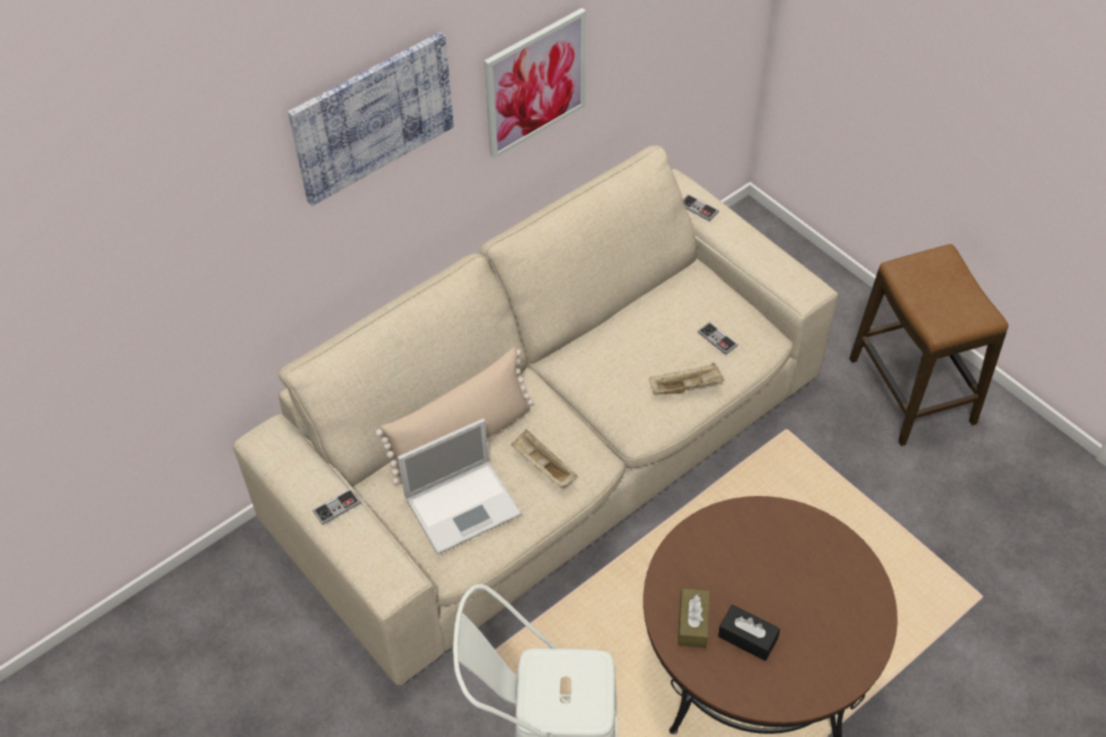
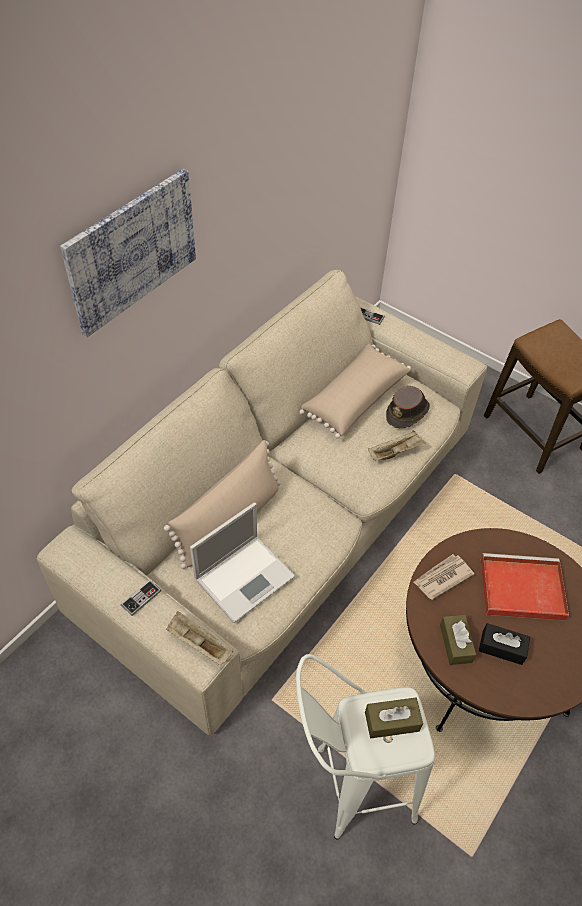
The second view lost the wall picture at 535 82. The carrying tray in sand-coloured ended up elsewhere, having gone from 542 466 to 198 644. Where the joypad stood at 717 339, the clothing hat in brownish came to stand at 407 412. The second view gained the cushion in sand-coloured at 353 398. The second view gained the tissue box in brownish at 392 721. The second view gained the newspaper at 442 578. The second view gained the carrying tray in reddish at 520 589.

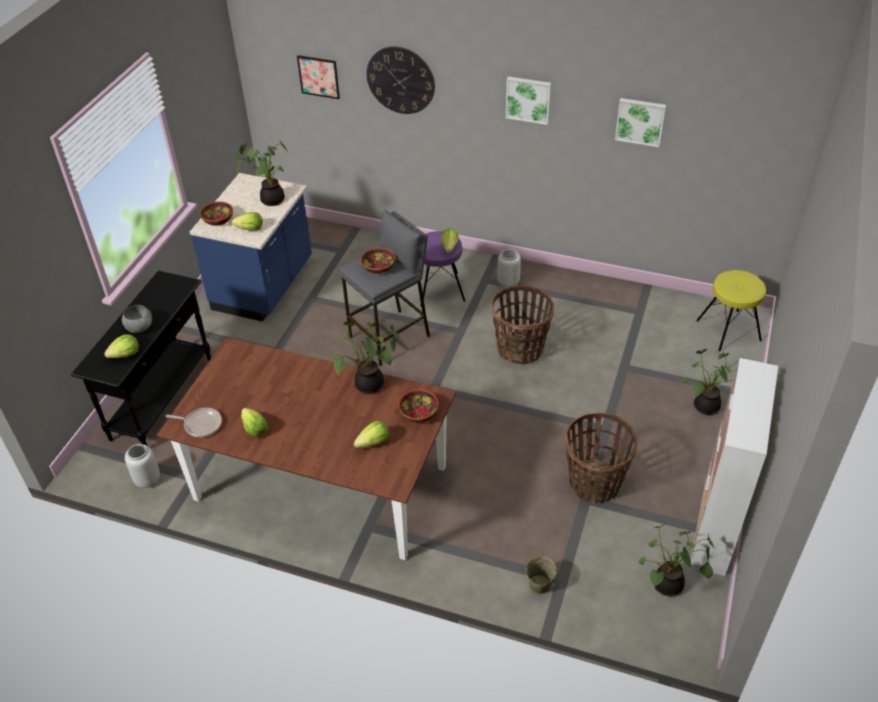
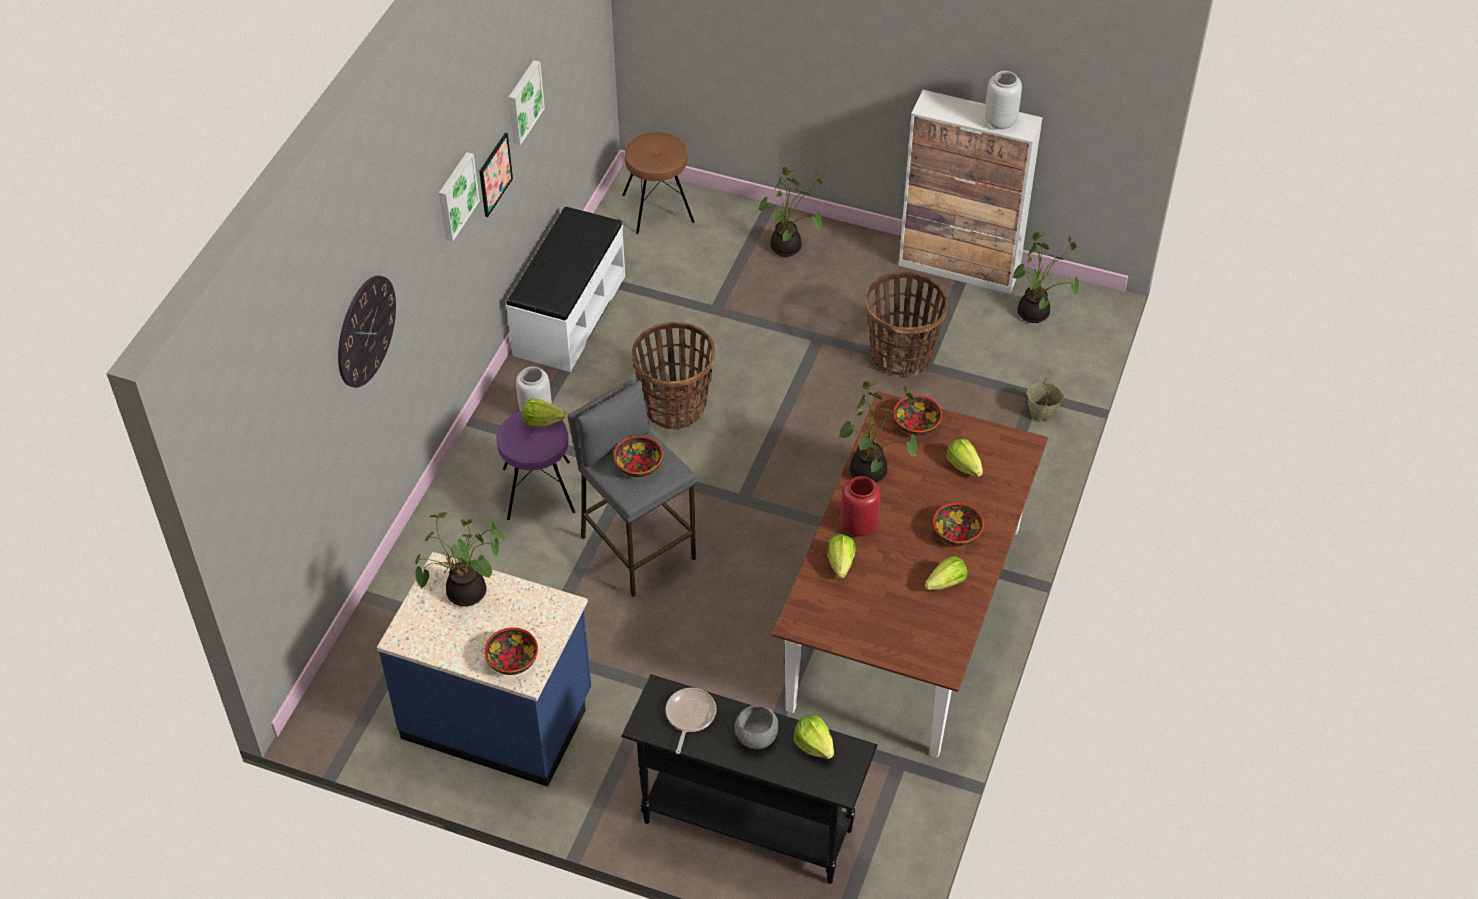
The decorative vase in grey ended up elsewhere, having gone from 147 479 to 999 122. The pan ended up elsewhere, having gone from 201 424 to 689 716. The lettuce head ended up elsewhere, having gone from 250 229 to 841 563. The wall picture ended up elsewhere, having gone from 318 77 to 495 174. What was the stool seat in yellow at 728 330 turned into the stool seat in brownish at 658 208. The second view gained the indoor bench in white at 568 315. The second view gained the decorative vase in reddish at 858 526. The second view gained the bowl at 956 534.

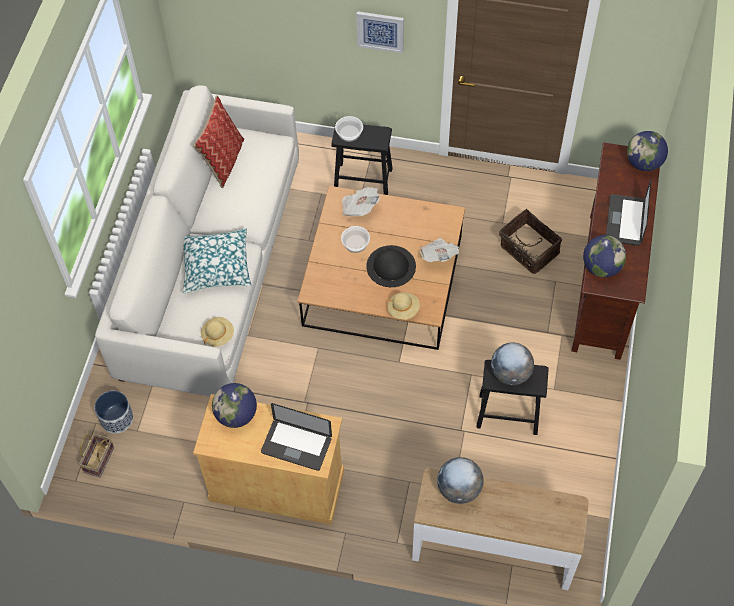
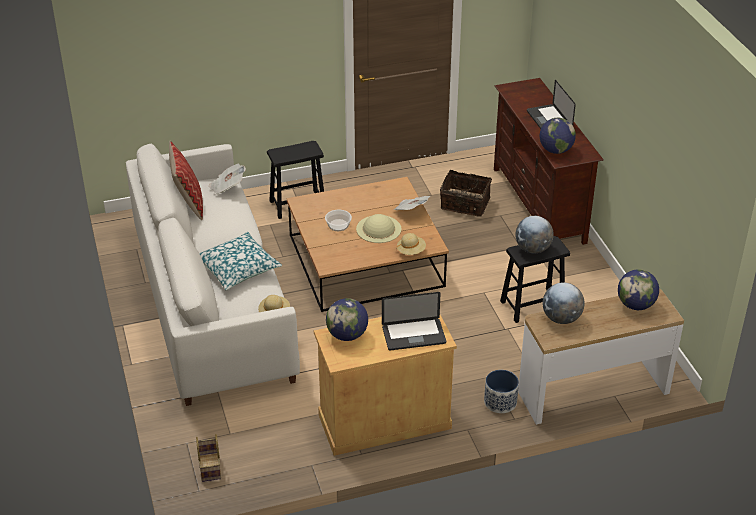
The flower pot ended up elsewhere, having gone from 116 418 to 500 402. The second view lost the bowl at 349 133. The newspaper ended up elsewhere, having gone from 359 208 to 227 187. The second view lost the wall picture at 380 31. What was the clothing hat in black-coloured at 391 266 turned into the clothing hat in sand-coloured at 378 229. The world globe ended up elsewhere, having gone from 643 163 to 635 305.

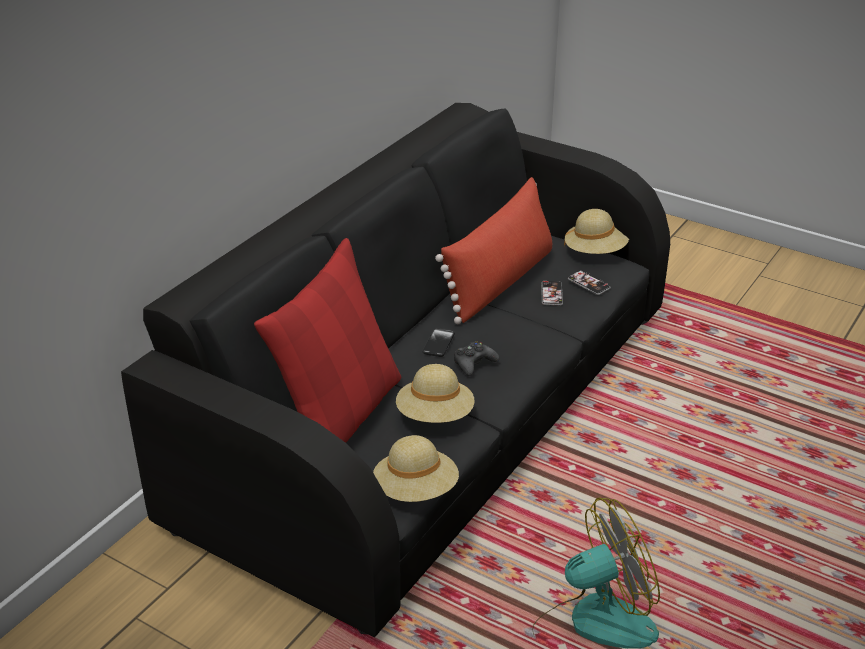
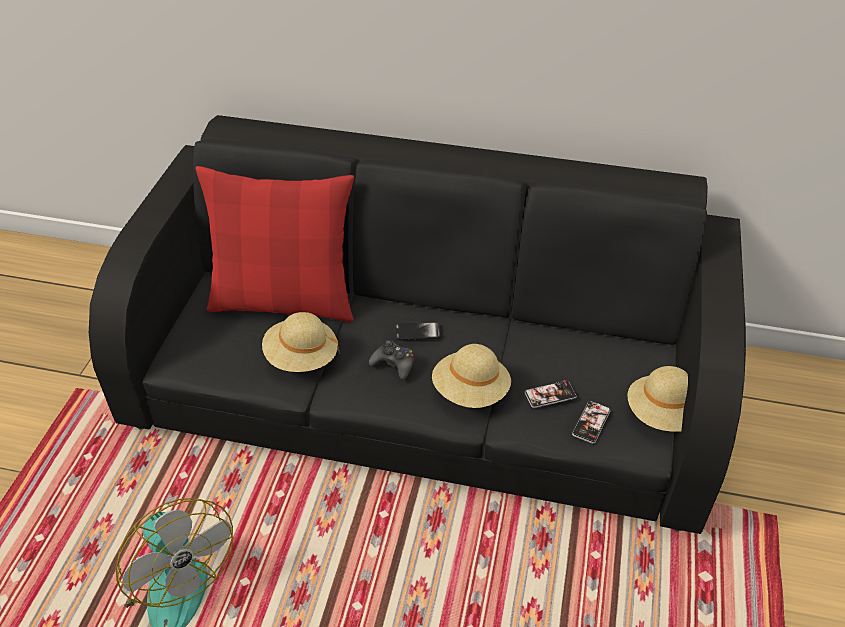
The clothing hat in sand-coloured ended up elsewhere, having gone from 416 490 to 470 391. The second view lost the cushion in reddish at 500 282.

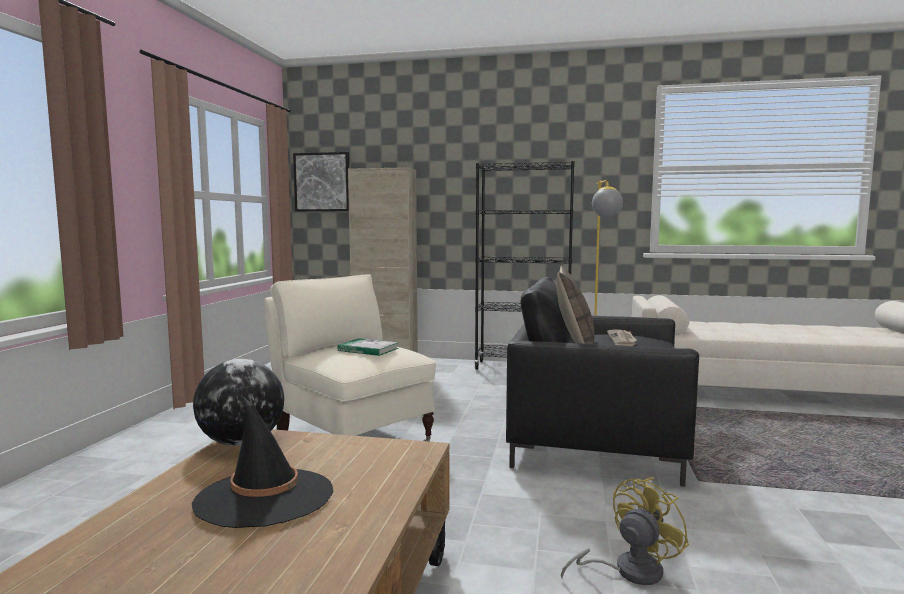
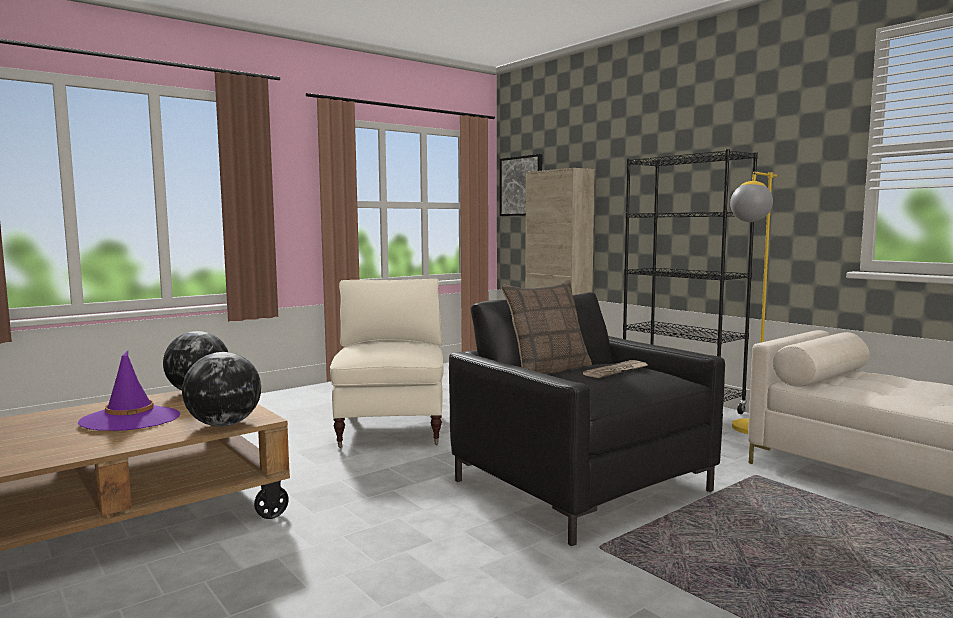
What was the clothing hat in black-coloured at 265 497 turned into the clothing hat in purple at 130 419. The second view lost the book at 368 349. The second view lost the fan in yellow at 628 571. The second view gained the world globe at 224 424.

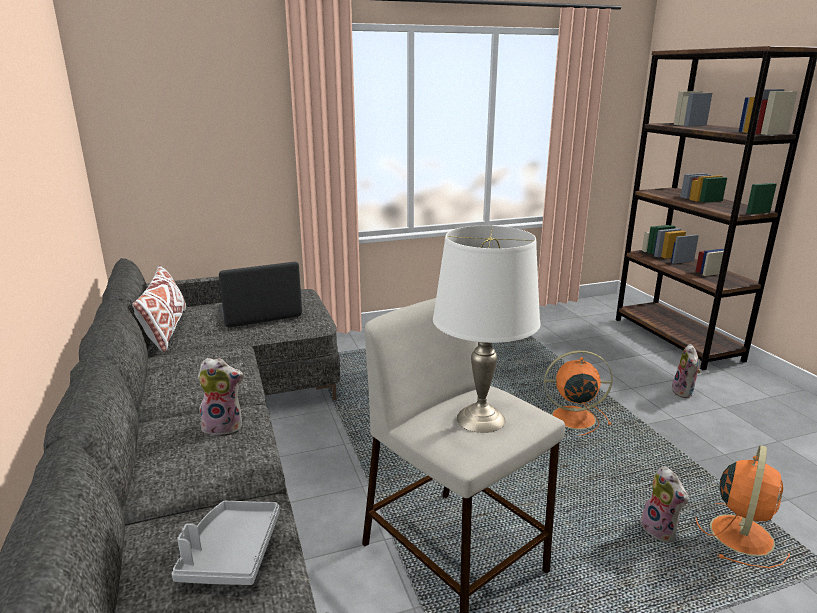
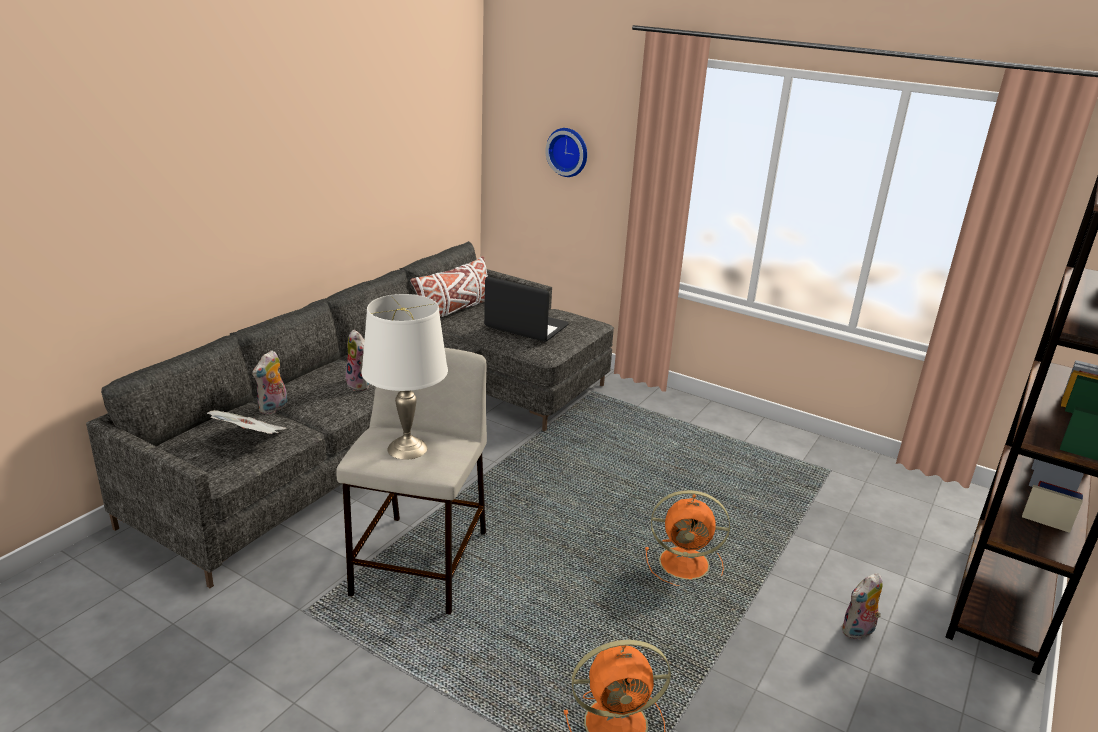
Where the carrying tray in grey stood at 231 553, the newspaper came to stand at 250 438. The fan in orange at 571 418 ended up facing another way, 135 degrees clockwise from before. The plush toy ended up elsewhere, having gone from 660 531 to 274 408. The second view gained the clock on the wall at 568 151.

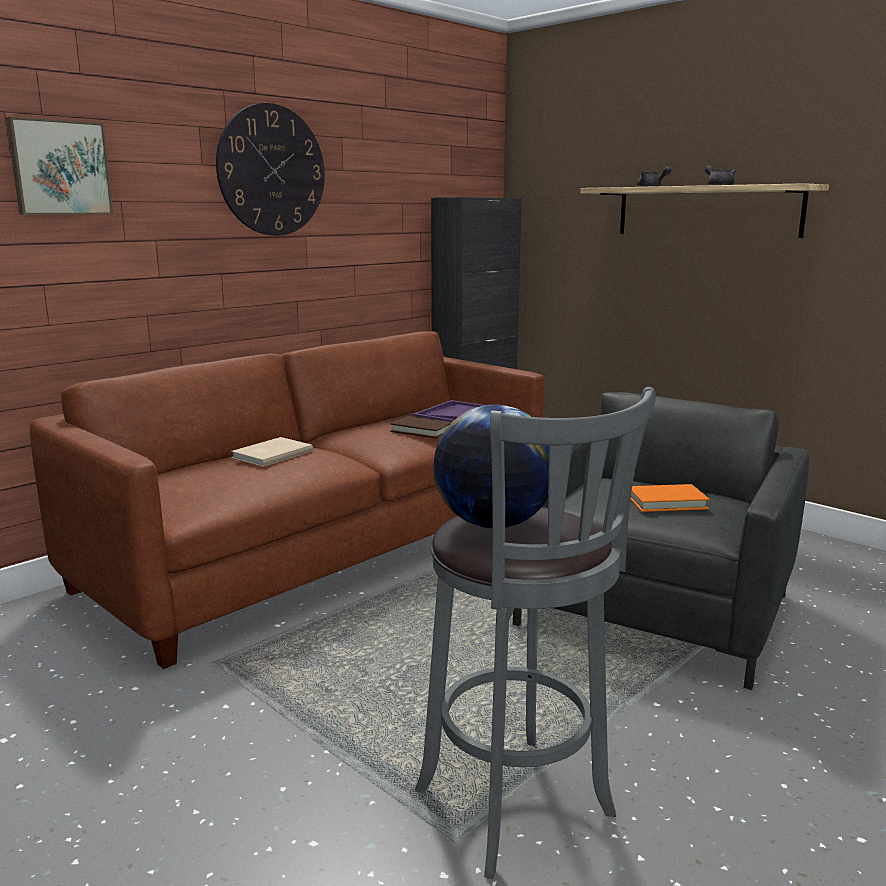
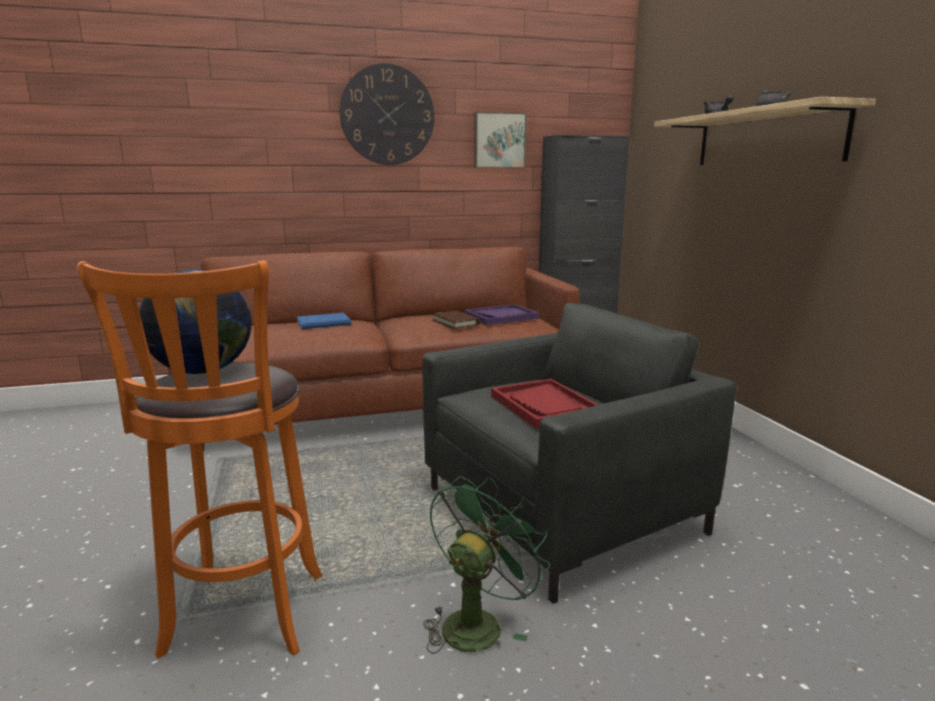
The wall picture ended up elsewhere, having gone from 60 168 to 499 140. What was the book in sand-coloured at 270 454 turned into the book in bluish at 322 322. What was the stool seat in grey at 520 809 turned into the stool seat in orange at 243 619. Where the book in orange stood at 666 502, the carrying tray in reddish came to stand at 544 405. The second view gained the fan in green at 477 622.

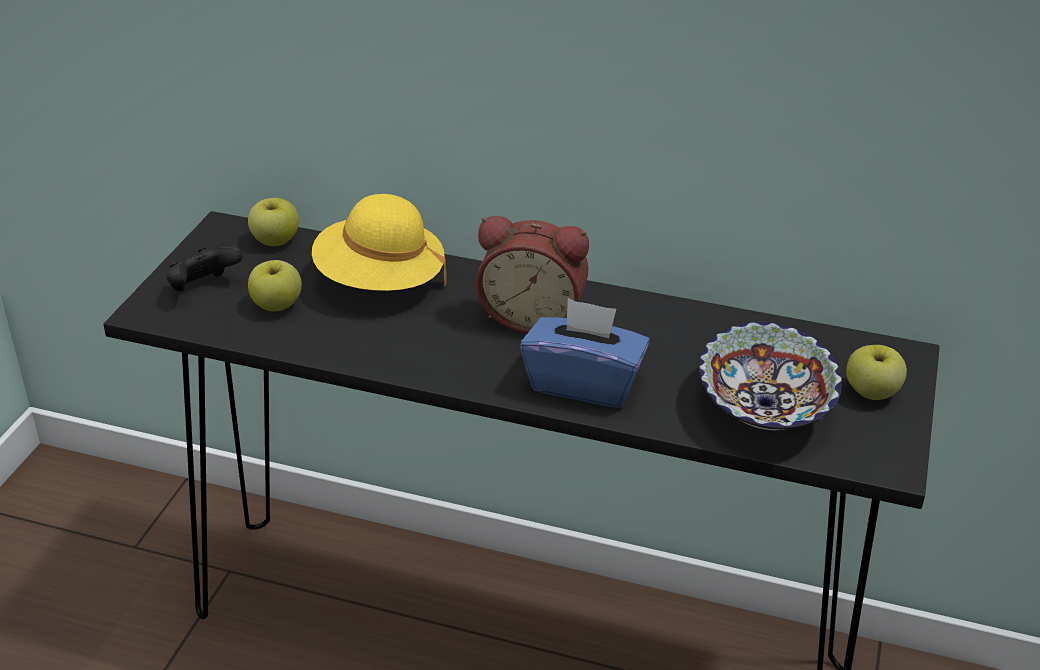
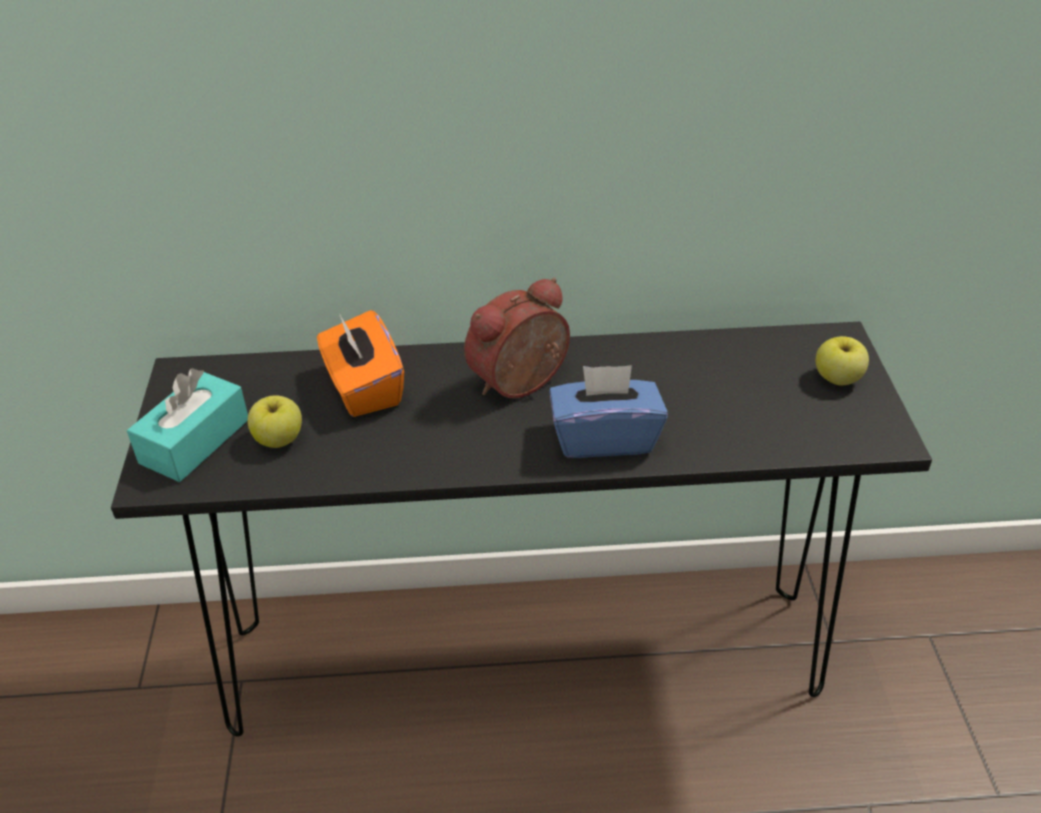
Where the joypad in black-coloured stood at 203 288, the tissue box in turquoise-coloured came to stand at 195 441. The second view lost the apple fruit at 275 241. Where the clothing hat in yellow stood at 379 281, the tissue box in orange came to stand at 363 388. The bedside clock at 533 316 ended up facing another way, 150 degrees clockwise from before. The second view lost the bowl at 766 409.

